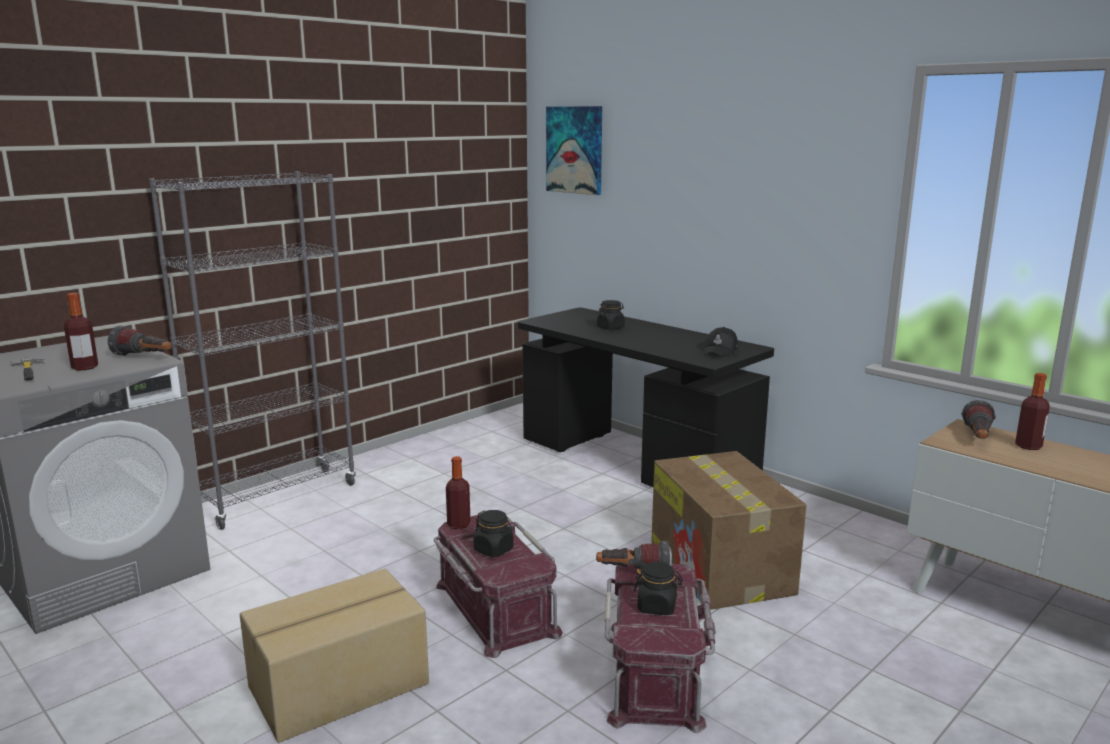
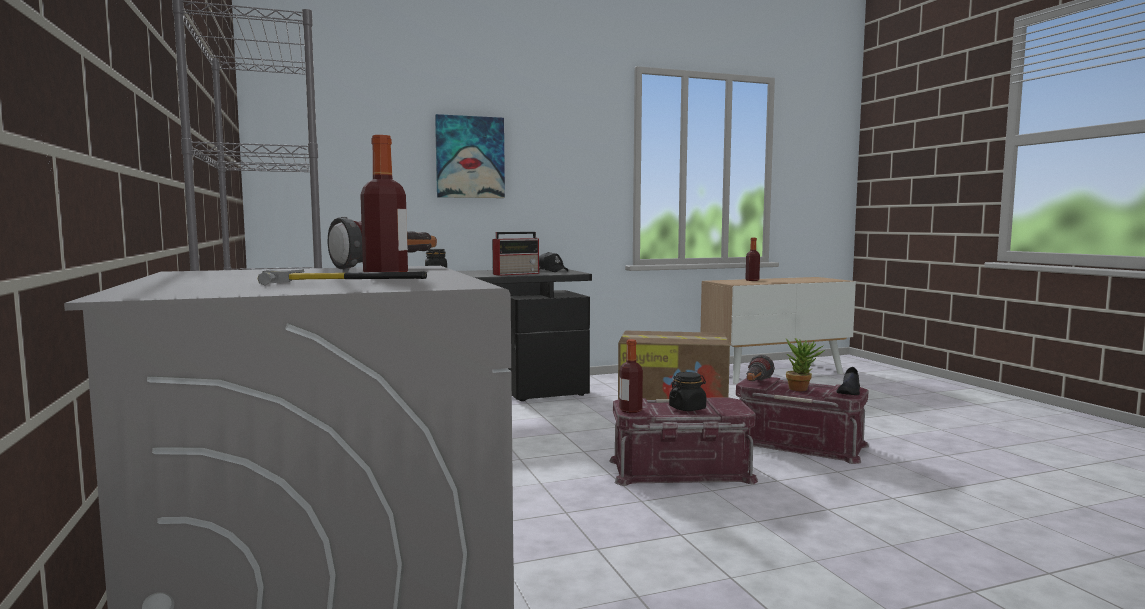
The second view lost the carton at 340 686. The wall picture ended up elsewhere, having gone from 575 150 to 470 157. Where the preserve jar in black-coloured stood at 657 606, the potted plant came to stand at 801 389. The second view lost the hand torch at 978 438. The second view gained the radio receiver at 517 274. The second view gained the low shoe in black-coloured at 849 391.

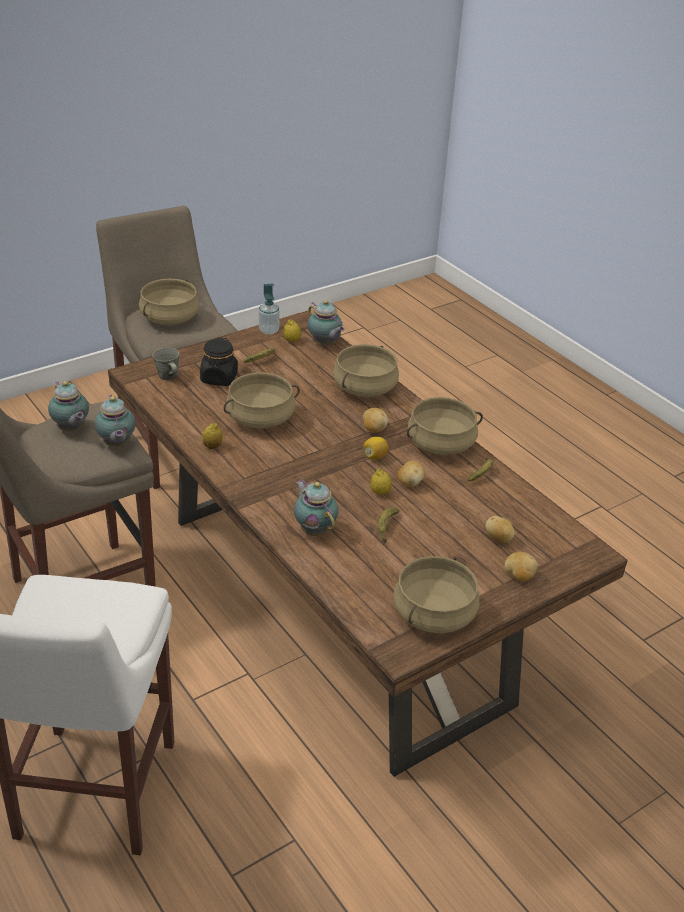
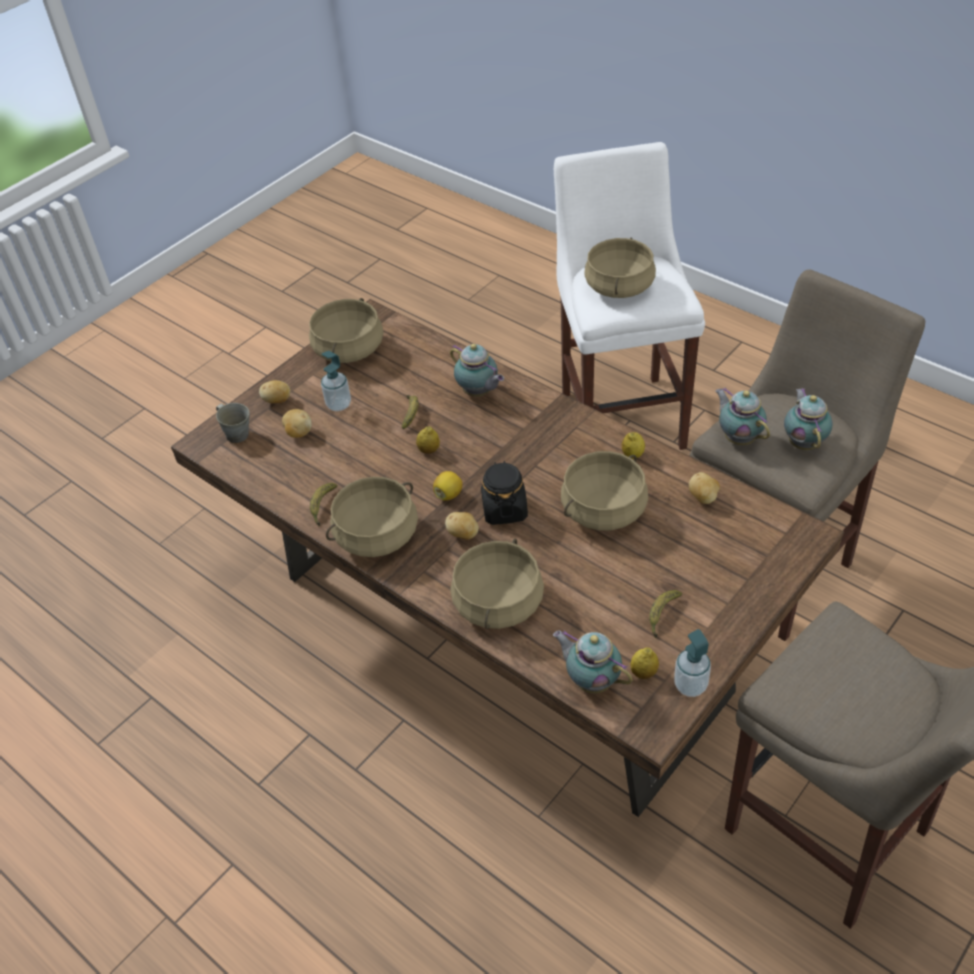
The teapot at 71 429 ended up facing another way, 45 degrees clockwise from before. The cooking pot in sand-coloured ended up elsewhere, having gone from 169 318 to 620 287. The tea mug in grey ended up elsewhere, having gone from 168 376 to 237 434. The preserve jar in black-coloured ended up elsewhere, having gone from 219 378 to 504 509. The spud ended up elsewhere, having gone from 410 483 to 703 497. The second view gained the liquid soap bottle at 339 404.

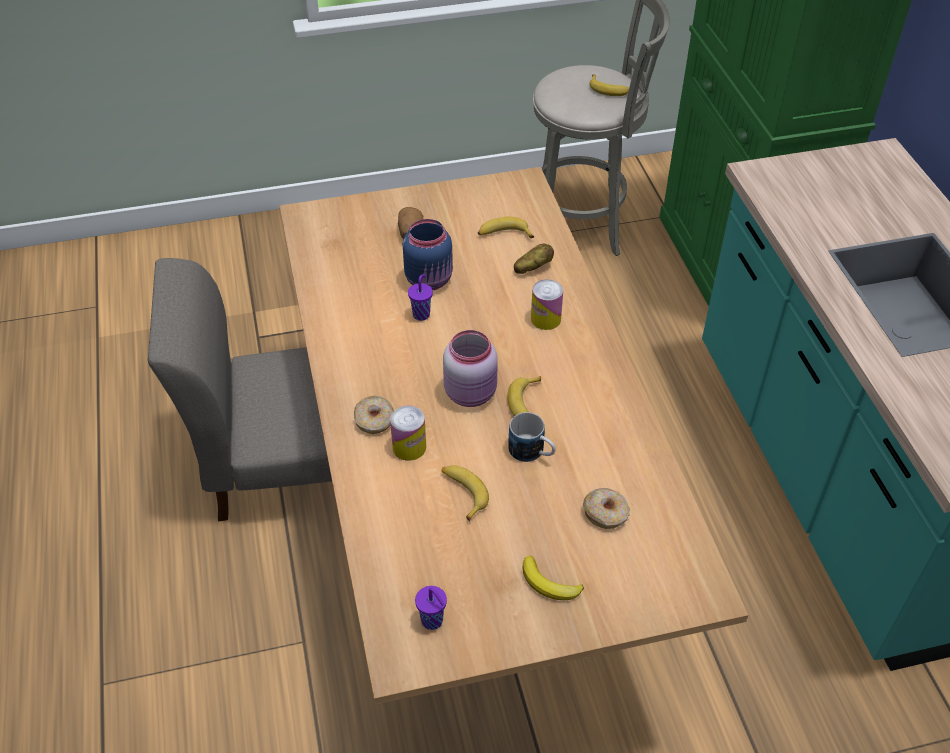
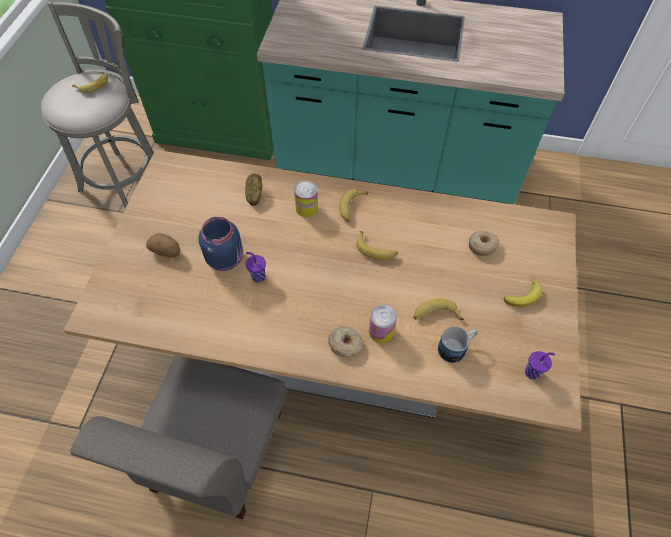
The second view lost the preserve jar in pink at 472 393. The whole banana ended up elsewhere, having gone from 504 234 to 352 208. The tea mug ended up elsewhere, having gone from 532 453 to 456 348.

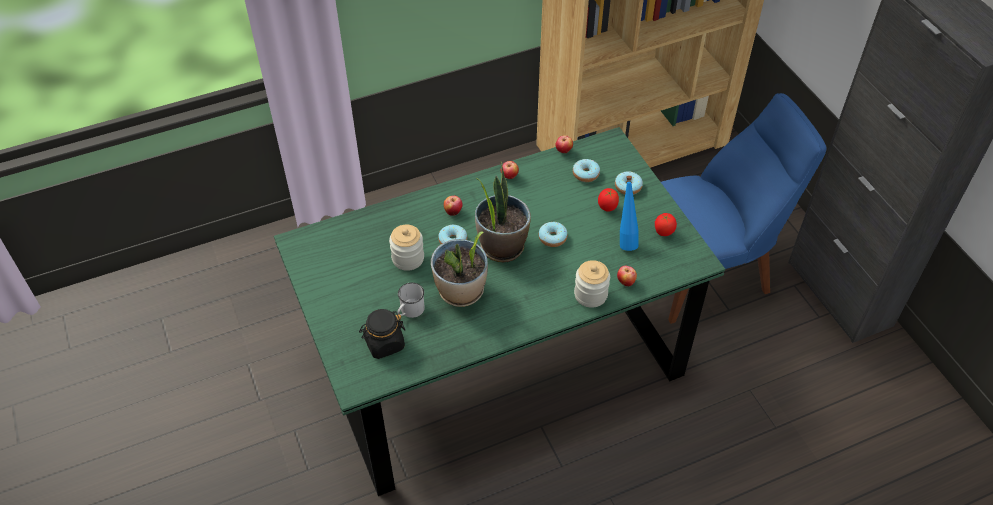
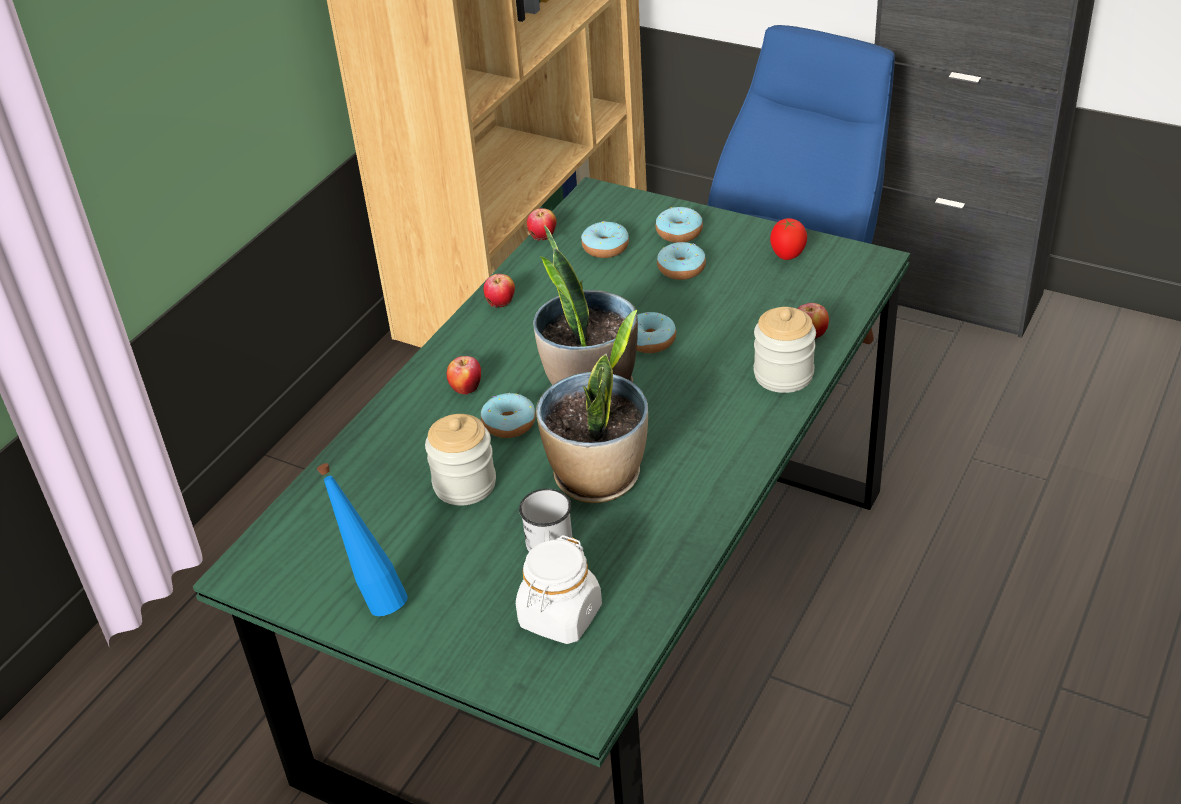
What was the preserve jar in black-coloured at 384 343 turned into the preserve jar in white at 560 616. Where the whole tomato stood at 607 208, the ring doughnut came to stand at 681 269. The bottle in bluish ended up elsewhere, having gone from 625 240 to 374 597.

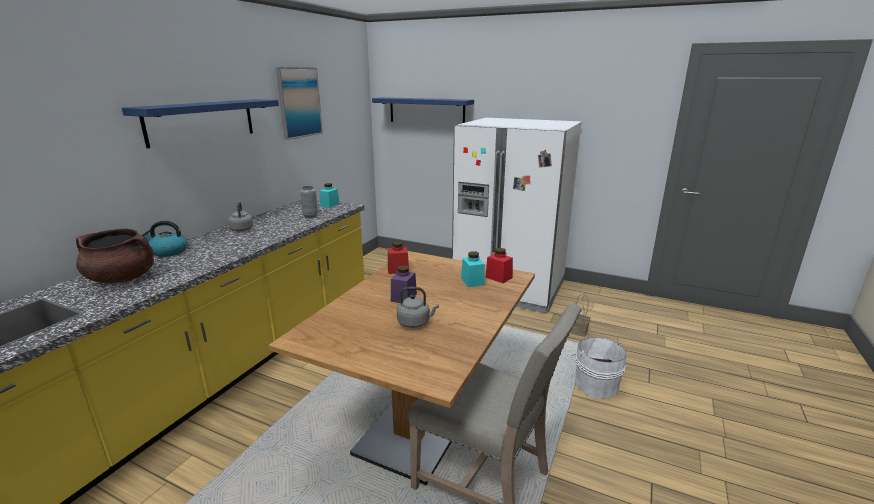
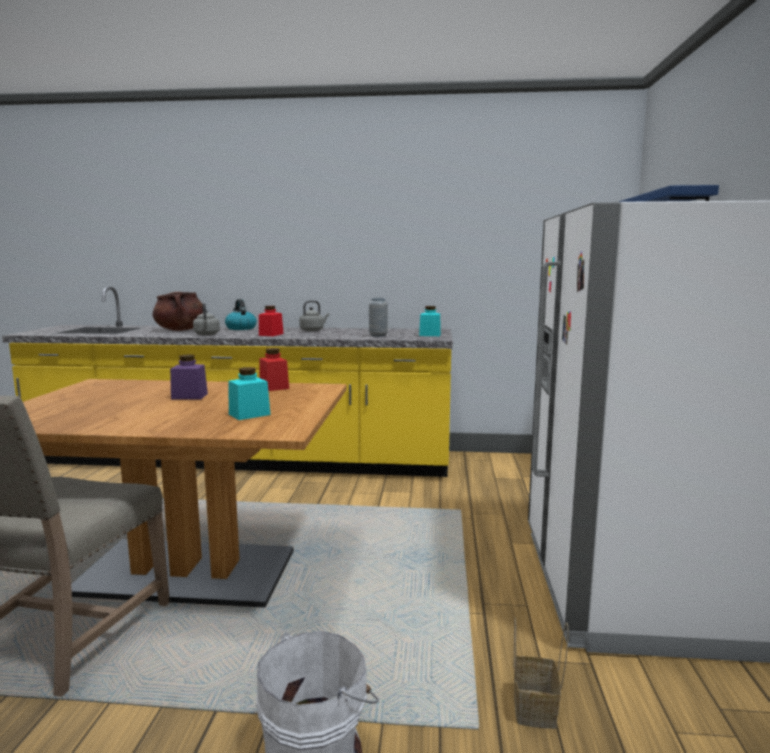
The second view lost the bracket shelf in bluish at 201 121. The second view lost the wall picture at 299 102. The tea kettle in grey ended up elsewhere, having gone from 415 323 to 207 334. The preserve jar in reddish ended up elsewhere, having gone from 498 277 to 271 334.

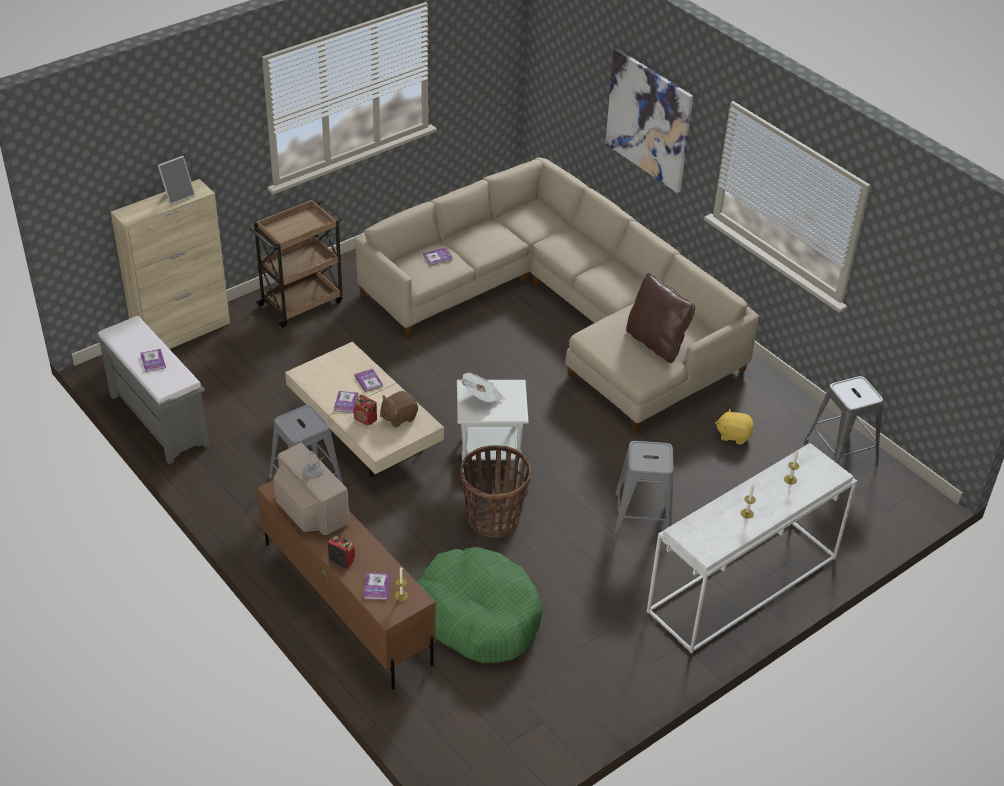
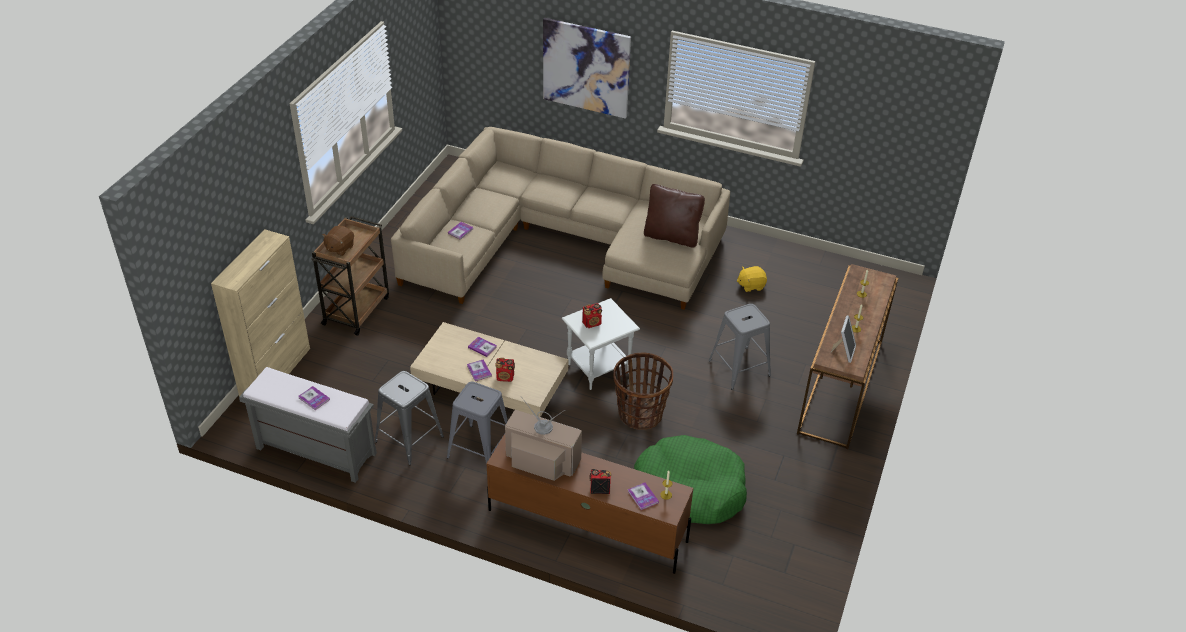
The photo frame ended up elsewhere, having gone from 178 195 to 843 351. The plush toy in brownish ended up elsewhere, having gone from 398 417 to 339 248. Where the newspaper stood at 482 397, the radio receiver came to stand at 592 323. What was the narrow table in white at 743 586 turned into the narrow table in brownish at 841 387. The stool seat in grey ended up elsewhere, having gone from 840 451 to 409 439.

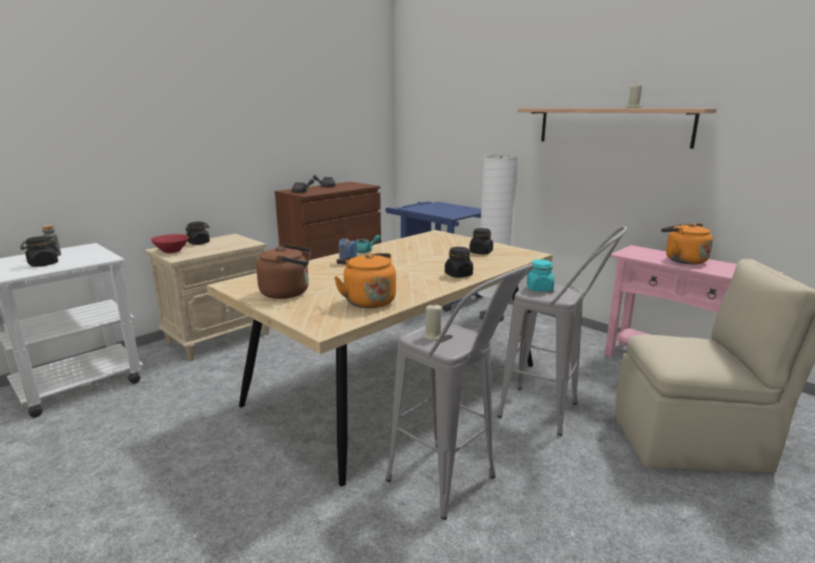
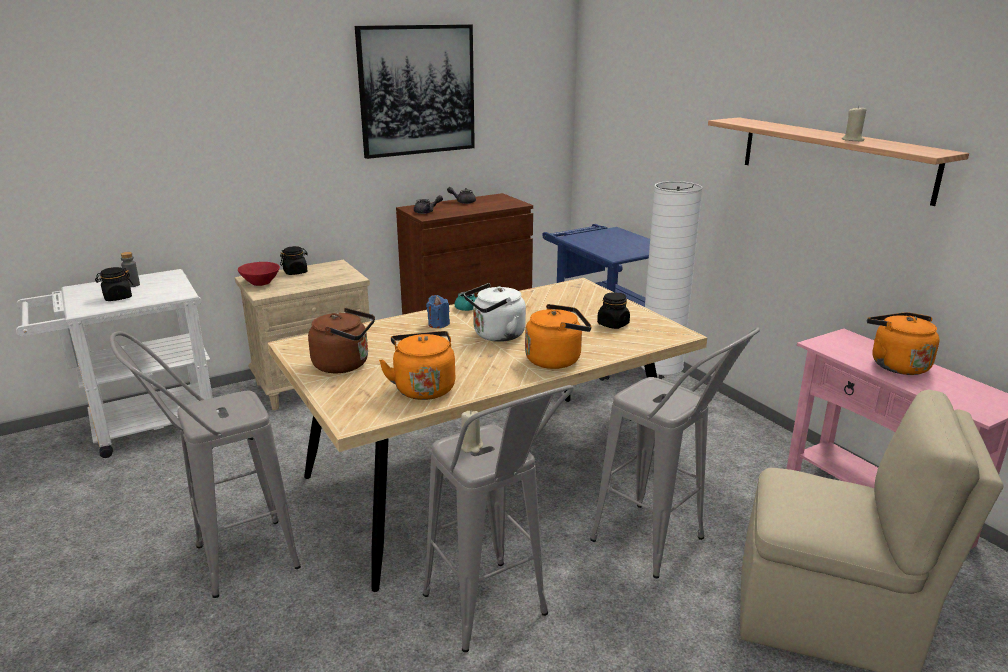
Where the preserve jar in black-coloured stood at 458 275, the tea kettle in orange came to stand at 556 359. The second view lost the preserve jar in turquoise-coloured at 539 288. The second view gained the stool seat in grey at 229 563. The second view gained the wall picture at 417 90. The second view gained the tea kettle in white at 496 335.

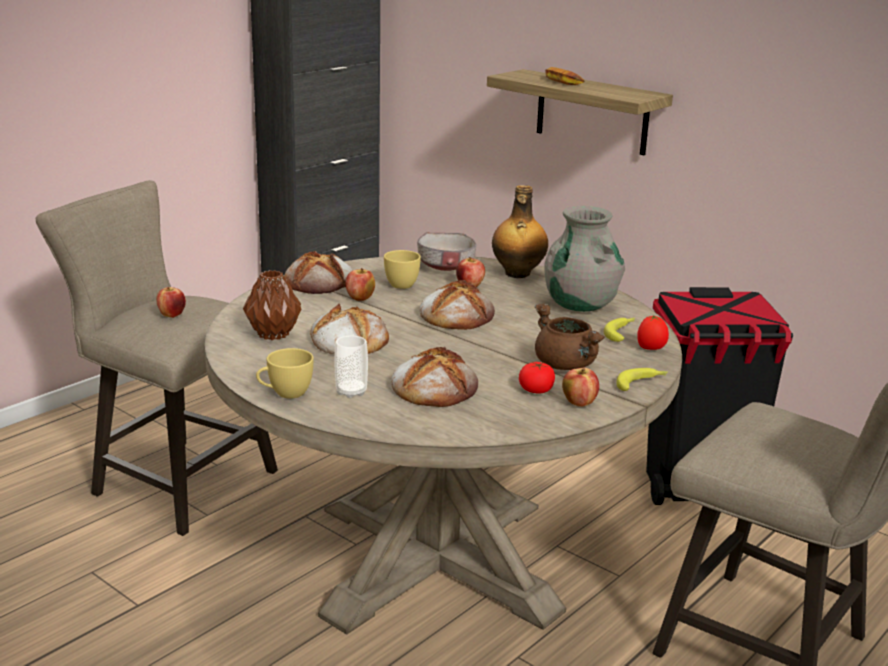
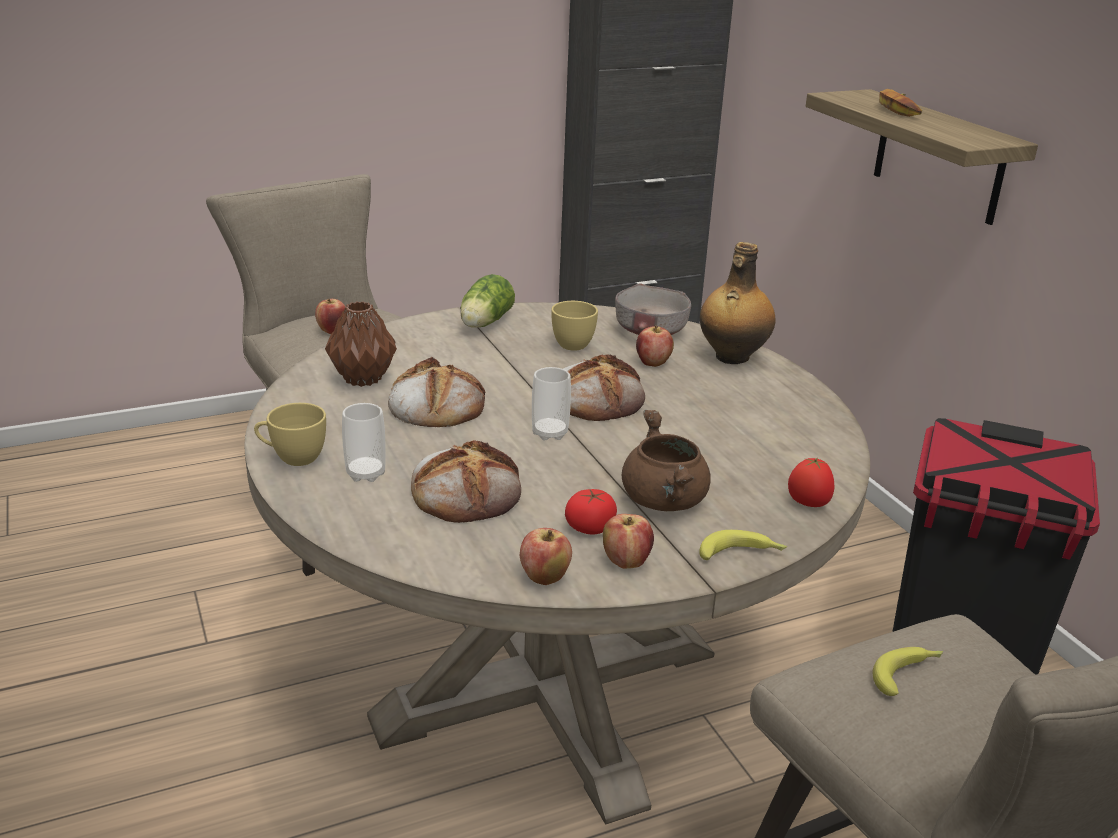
Where the bread stood at 319 282, the lettuce head came to stand at 484 323. The apple fruit ended up elsewhere, having gone from 360 299 to 544 578. The second view lost the decorative vase in grey at 580 305. The whole banana ended up elsewhere, having gone from 621 333 to 908 674. The second view gained the cup at 550 433.

